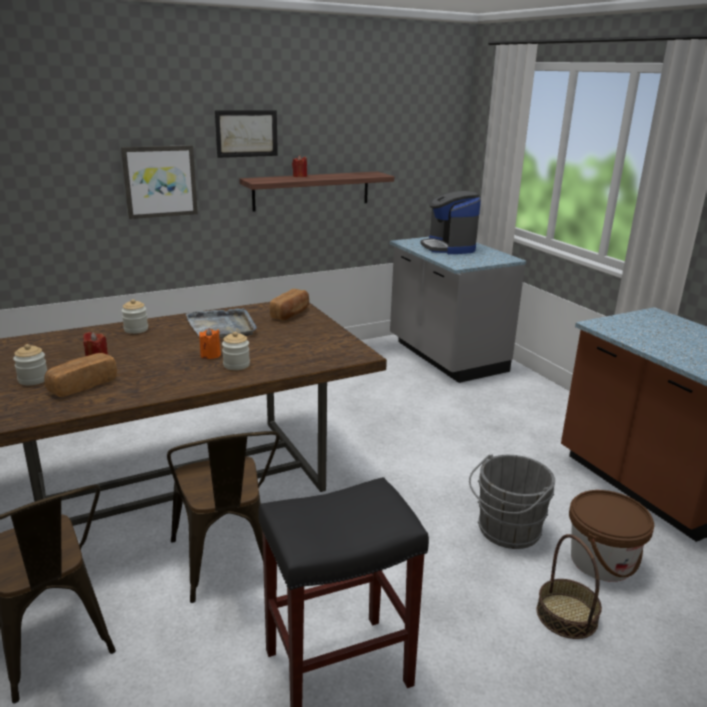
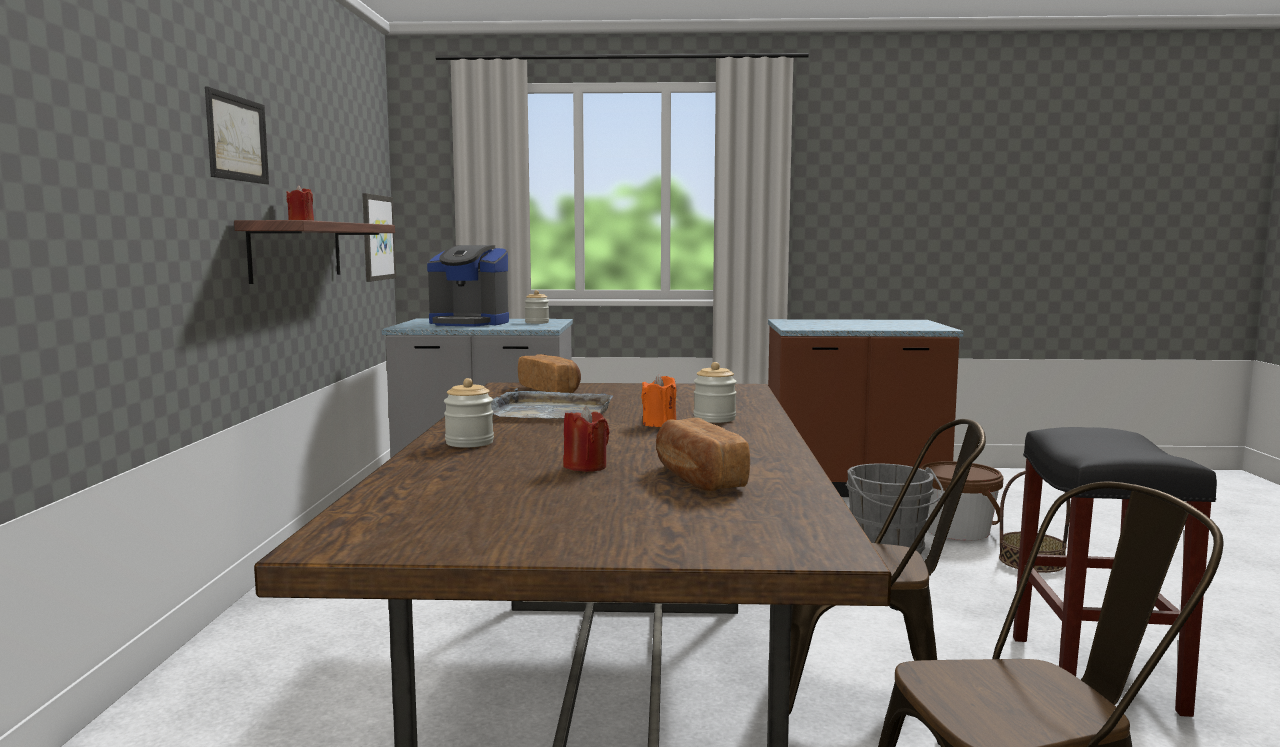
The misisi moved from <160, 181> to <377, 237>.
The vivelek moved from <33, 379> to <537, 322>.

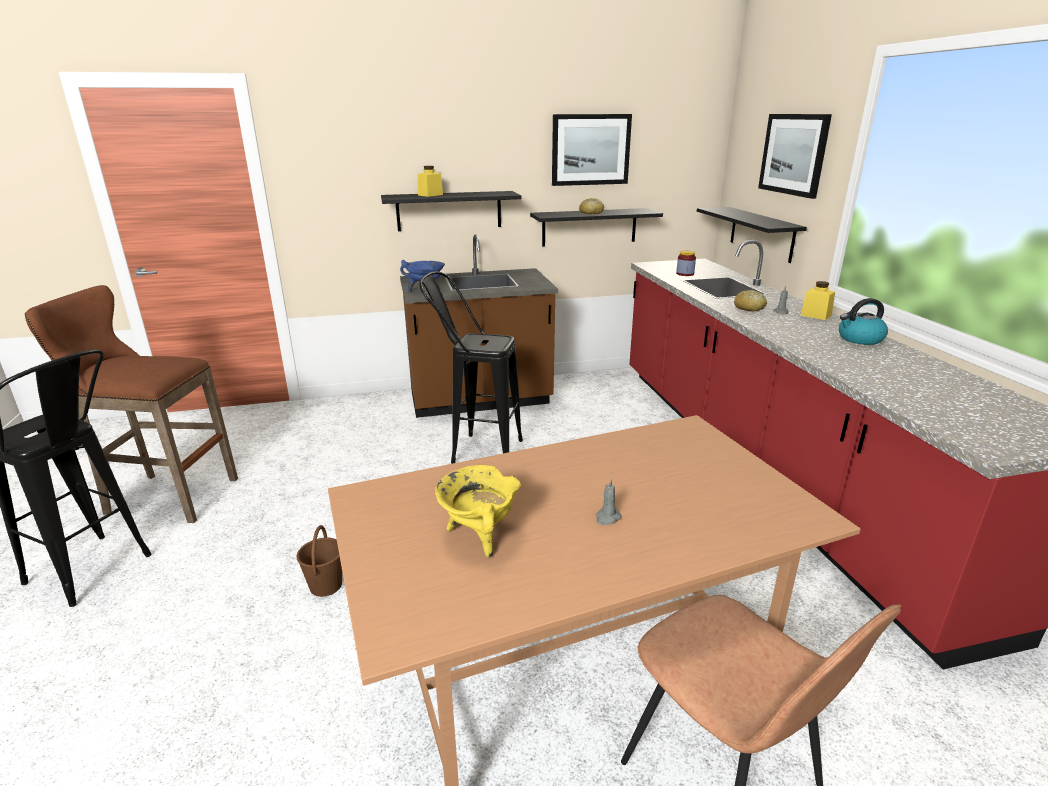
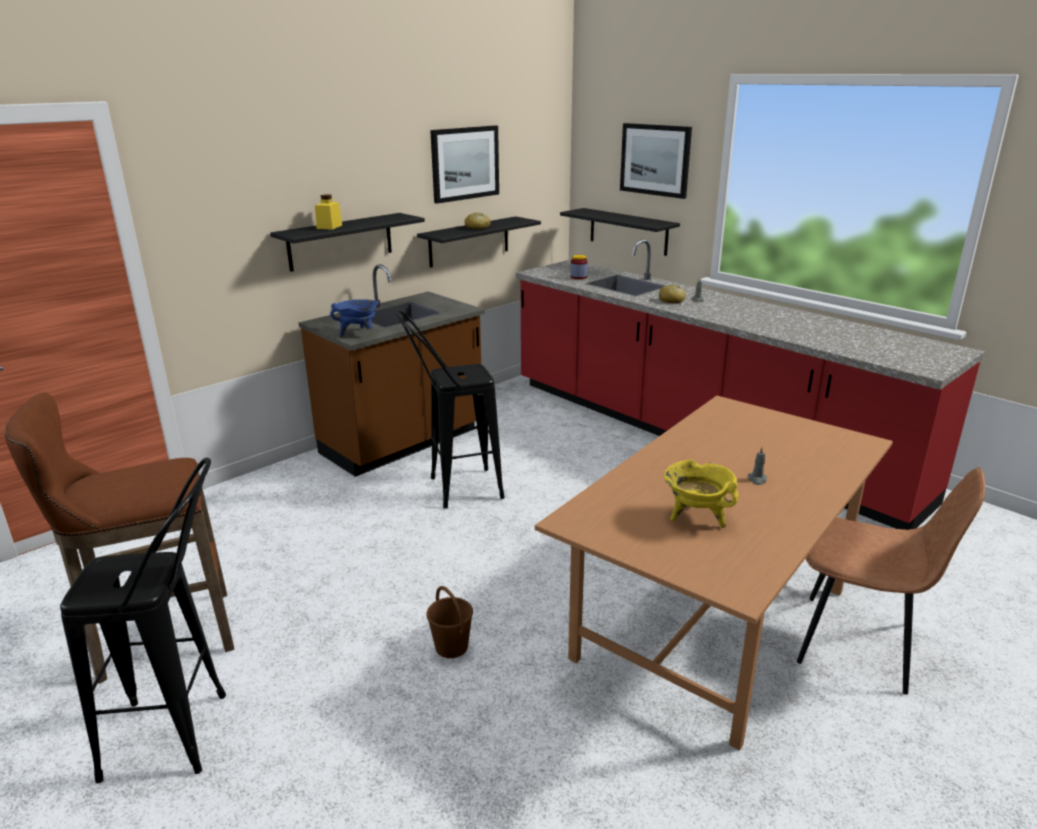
The yellow_vivelek at <816, 315> disappeared.
The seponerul at <859, 339> disappeared.

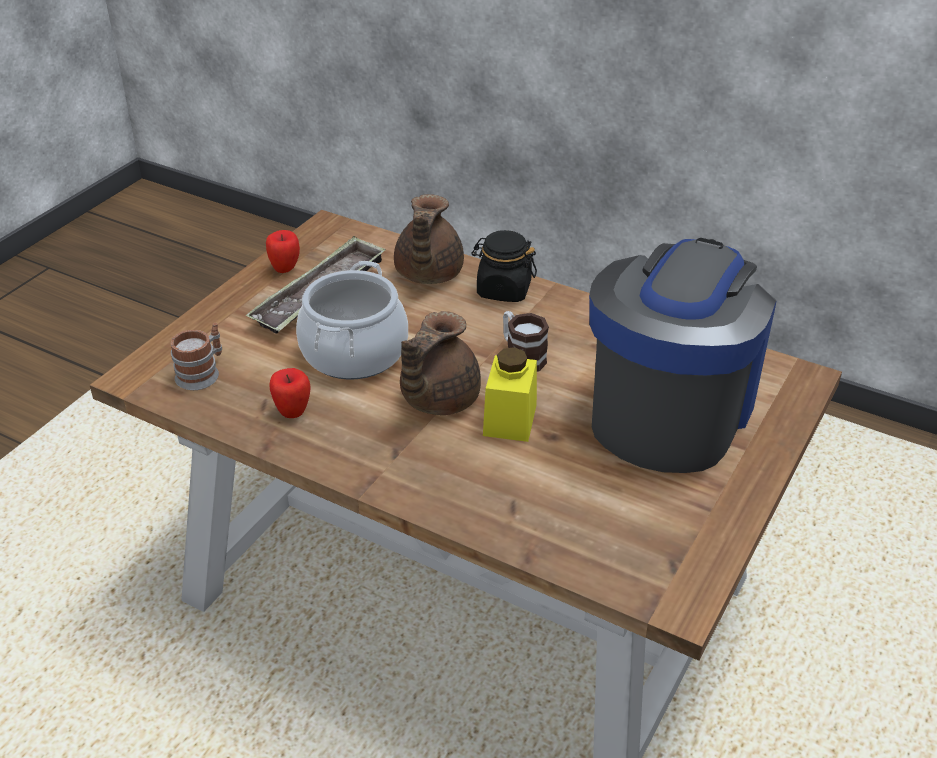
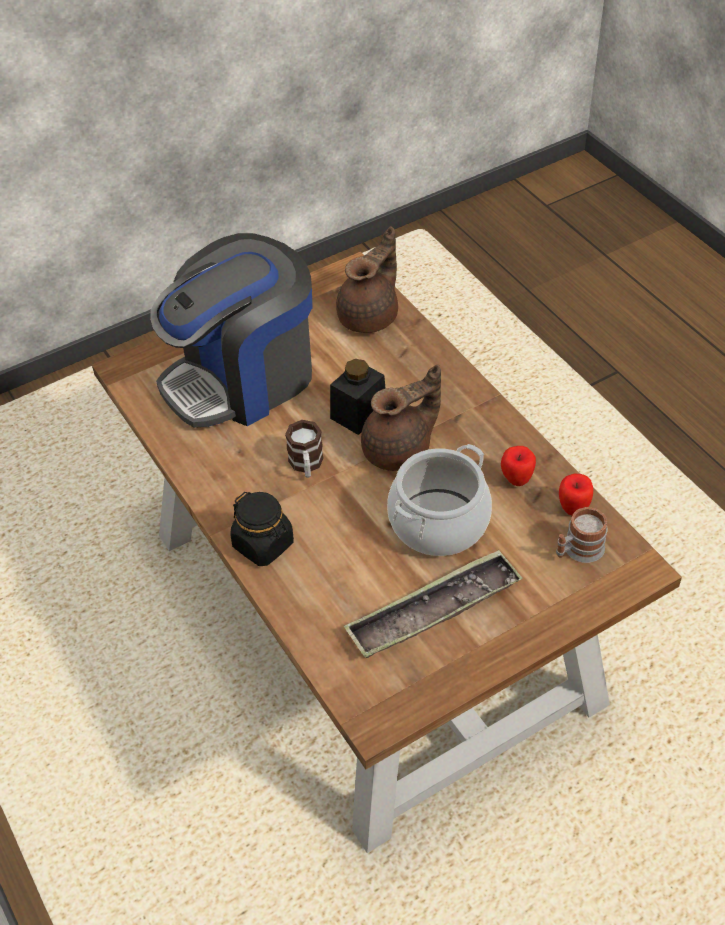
The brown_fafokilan moved from <427, 274> to <370, 316>.
The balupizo moved from <285, 269> to <573, 509>.
The yellow_vivelek at <510, 420> became the black_vivelek at <358, 413>.

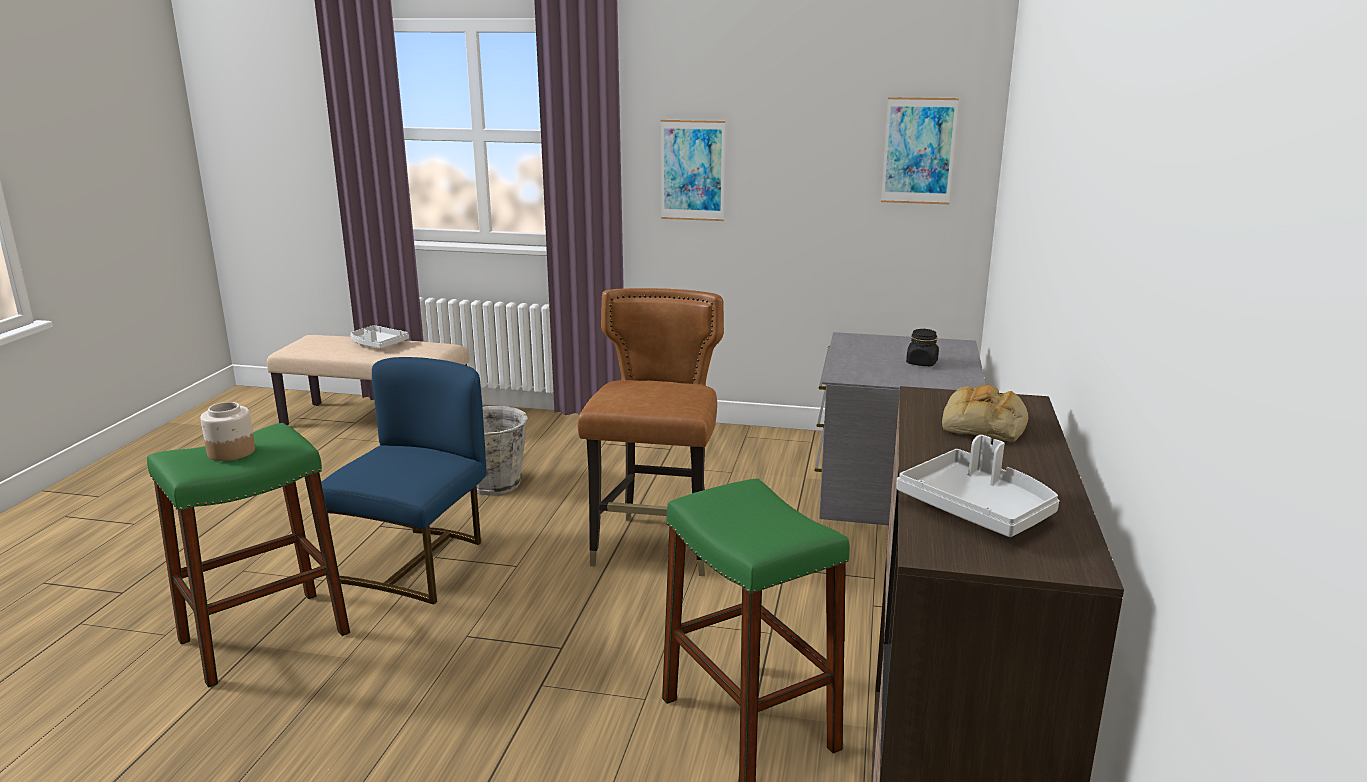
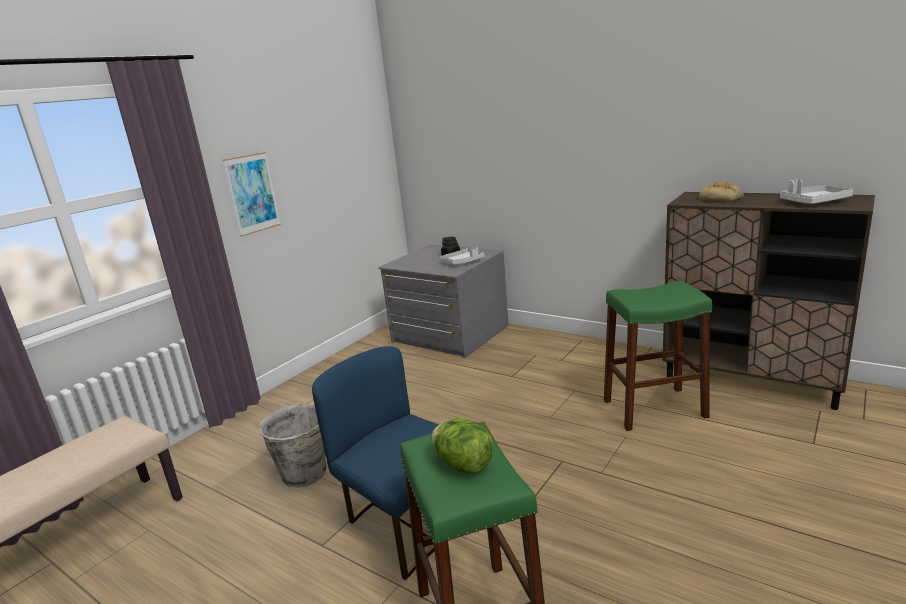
The misisi at <918, 151> disappeared.
The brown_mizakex at <657, 547> disappeared.
The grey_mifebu moved from <378, 344> to <463, 262>.
The vivelek at <230, 452> was replaced by the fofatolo at <464, 465>.

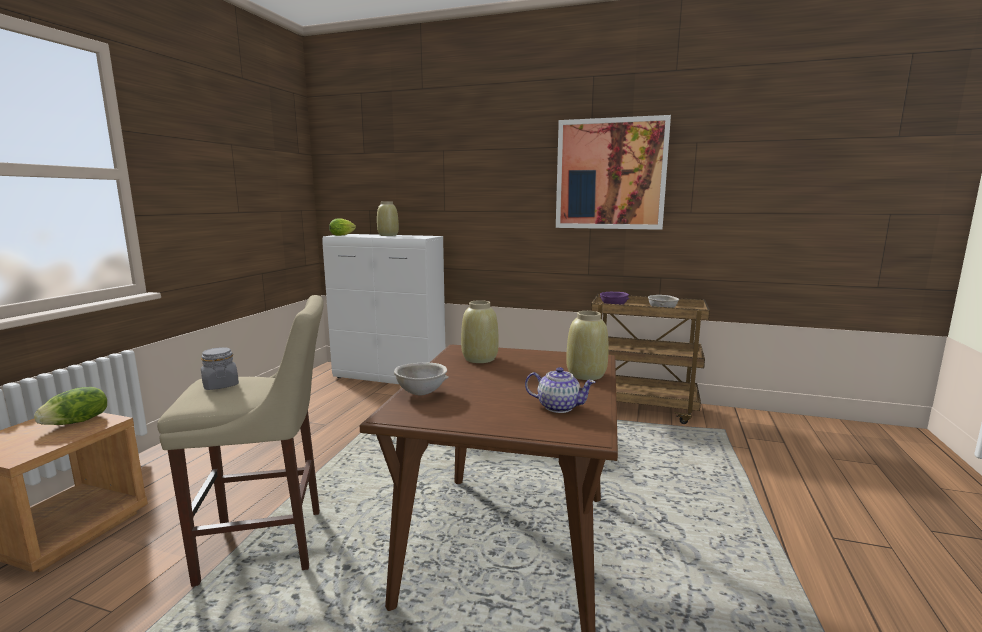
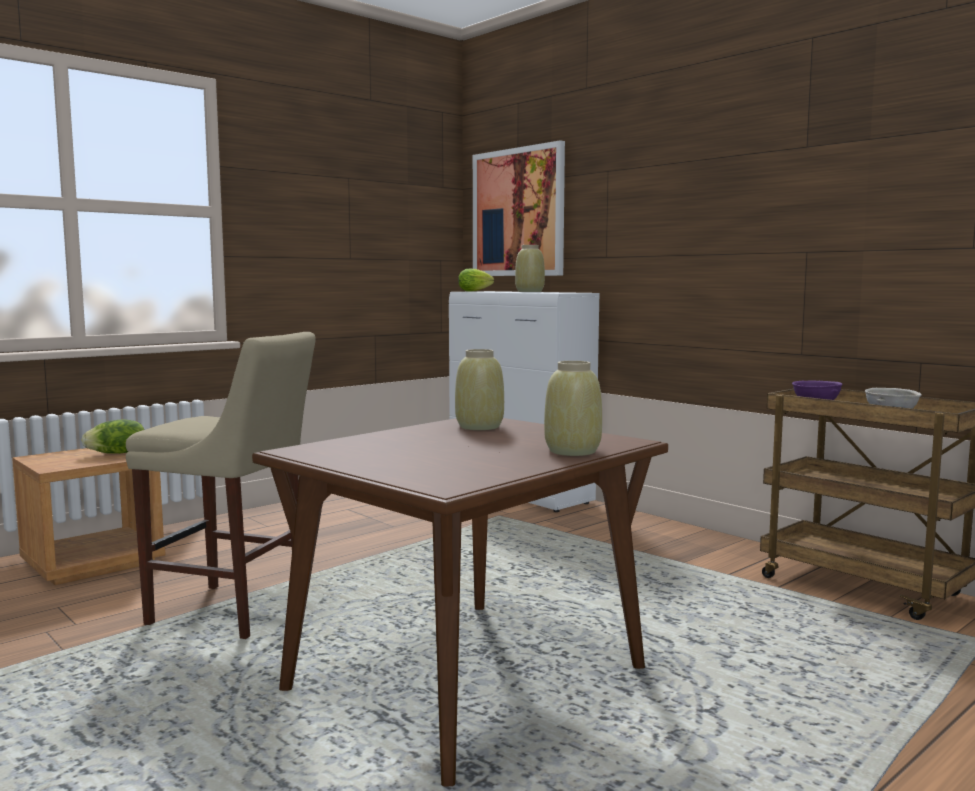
The misisi moved from <610, 174> to <518, 212>.
The grey_vivelek at <220, 385> disappeared.
The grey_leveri at <421, 393> disappeared.
The fafokilan at <558, 407> disappeared.

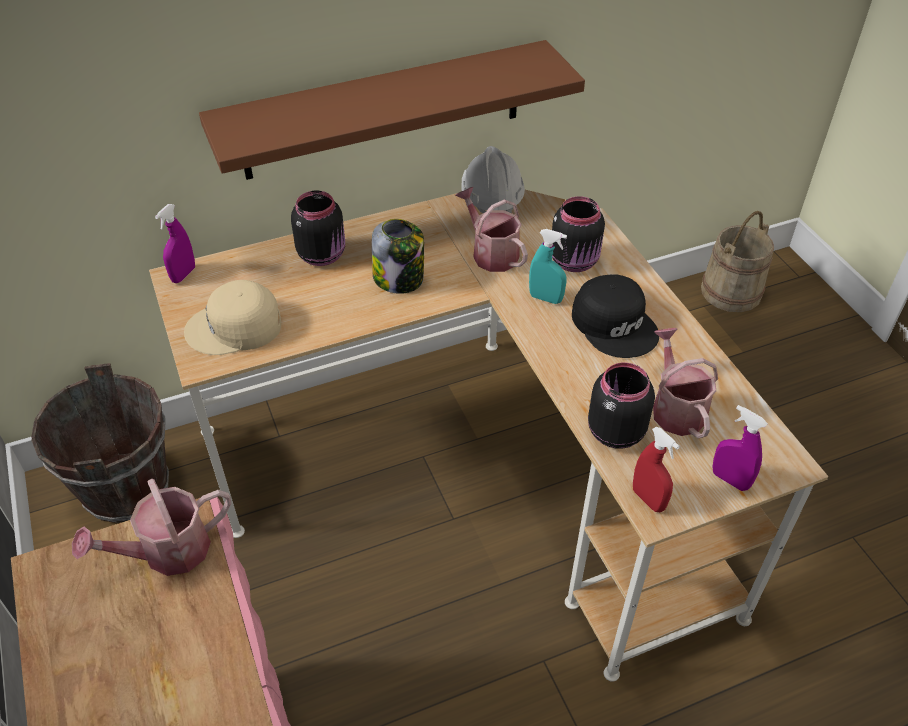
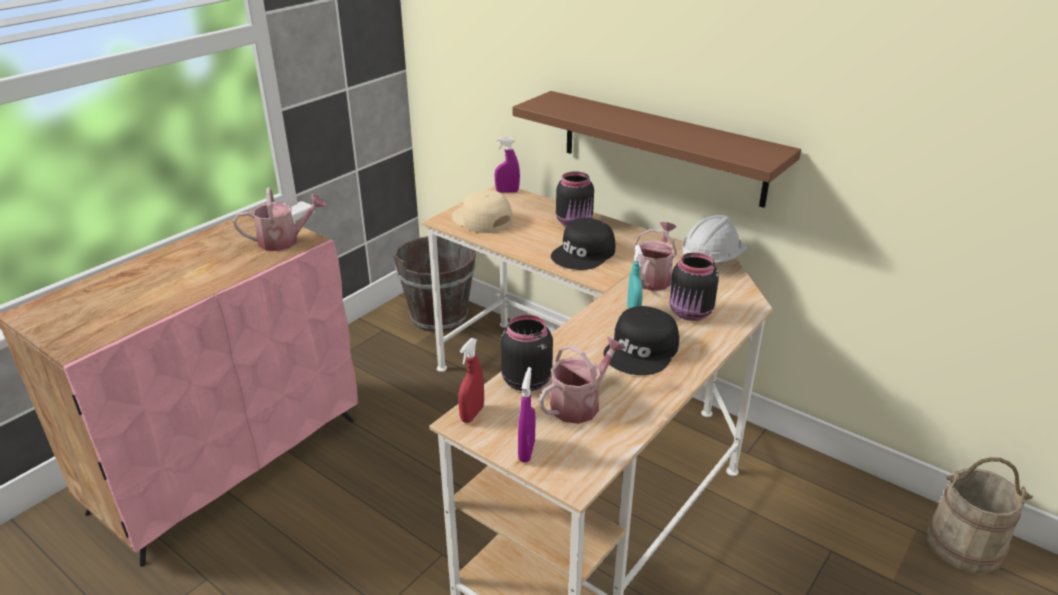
The vivelek at <399, 279> was replaced by the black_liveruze at <584, 253>.
The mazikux at <167, 552> turned 135 degrees clockwise.

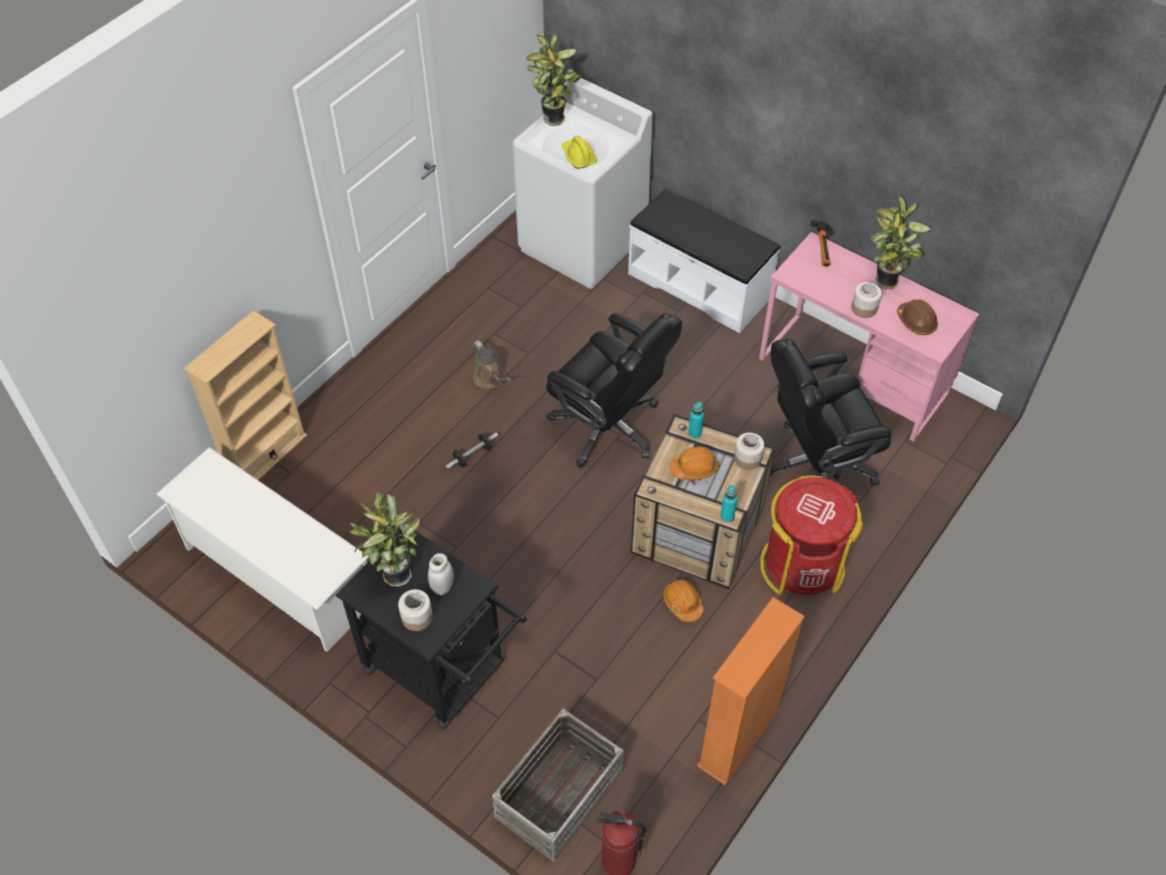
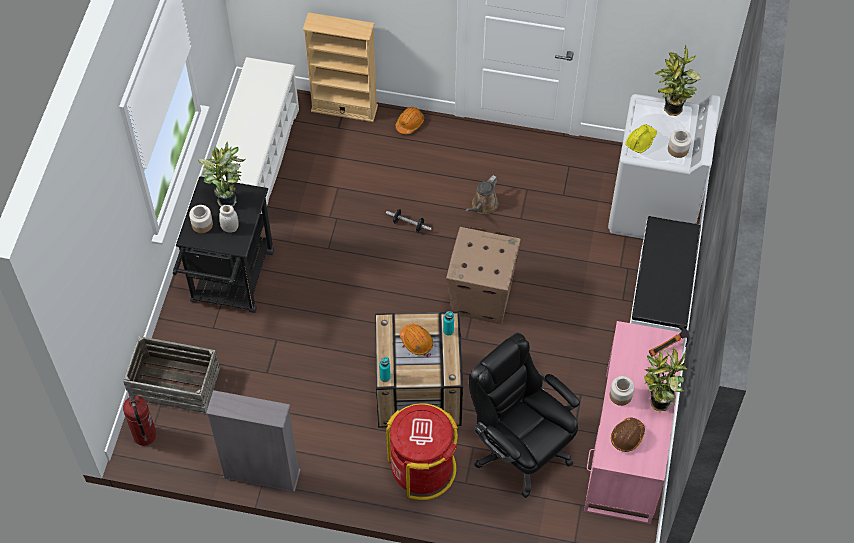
The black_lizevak at <608, 427> was replaced by the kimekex at <480, 297>.
The vivelek moved from <748, 459> to <678, 149>.
The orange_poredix moved from <682, 603> to <409, 123>.
The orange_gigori at <738, 738> became the grey_gigori at <262, 474>.

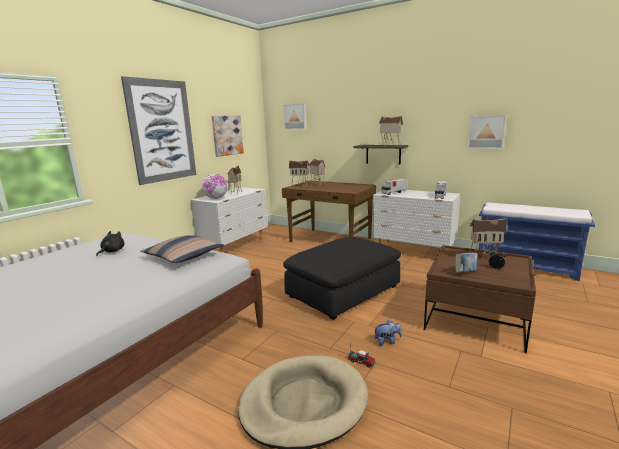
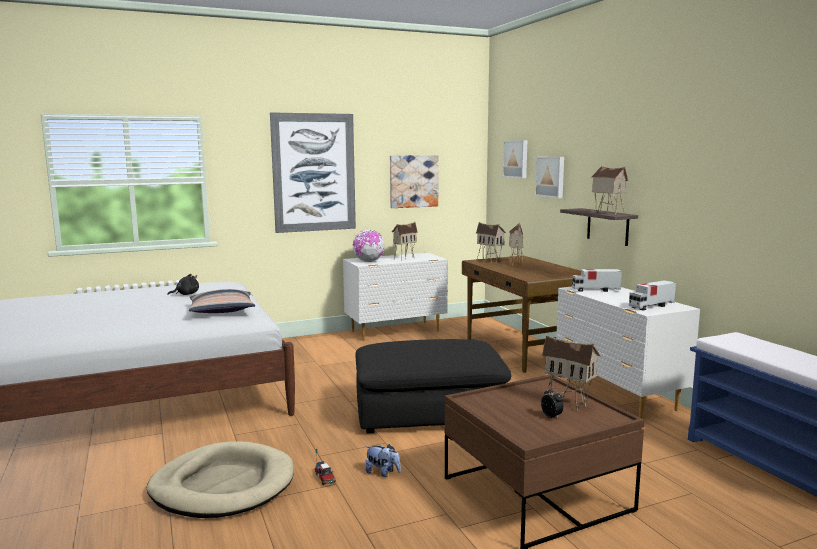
The misisi moved from <486, 132> to <551, 176>.
The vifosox at <465, 272> disappeared.

